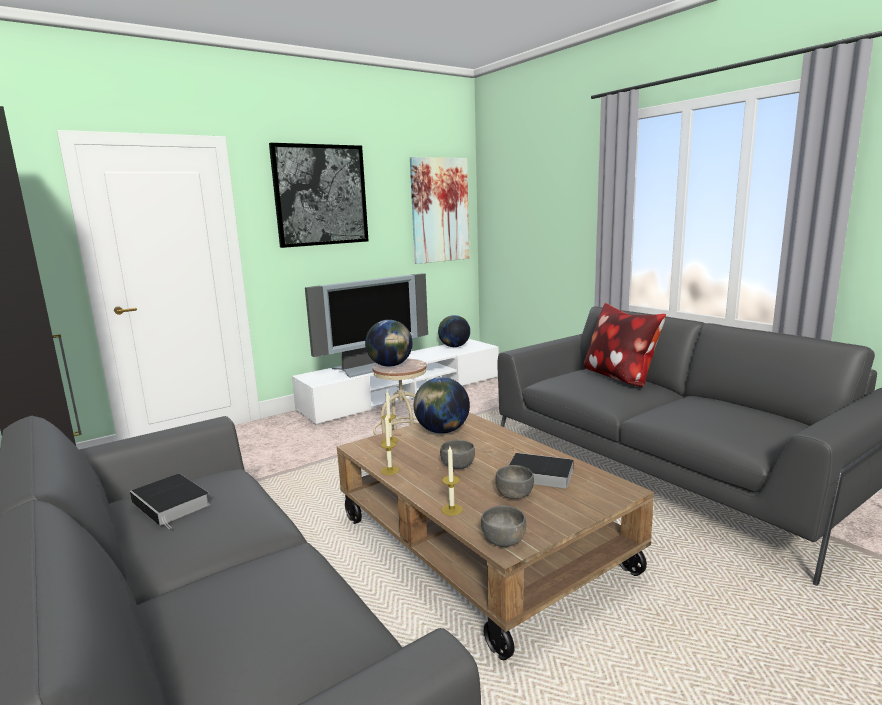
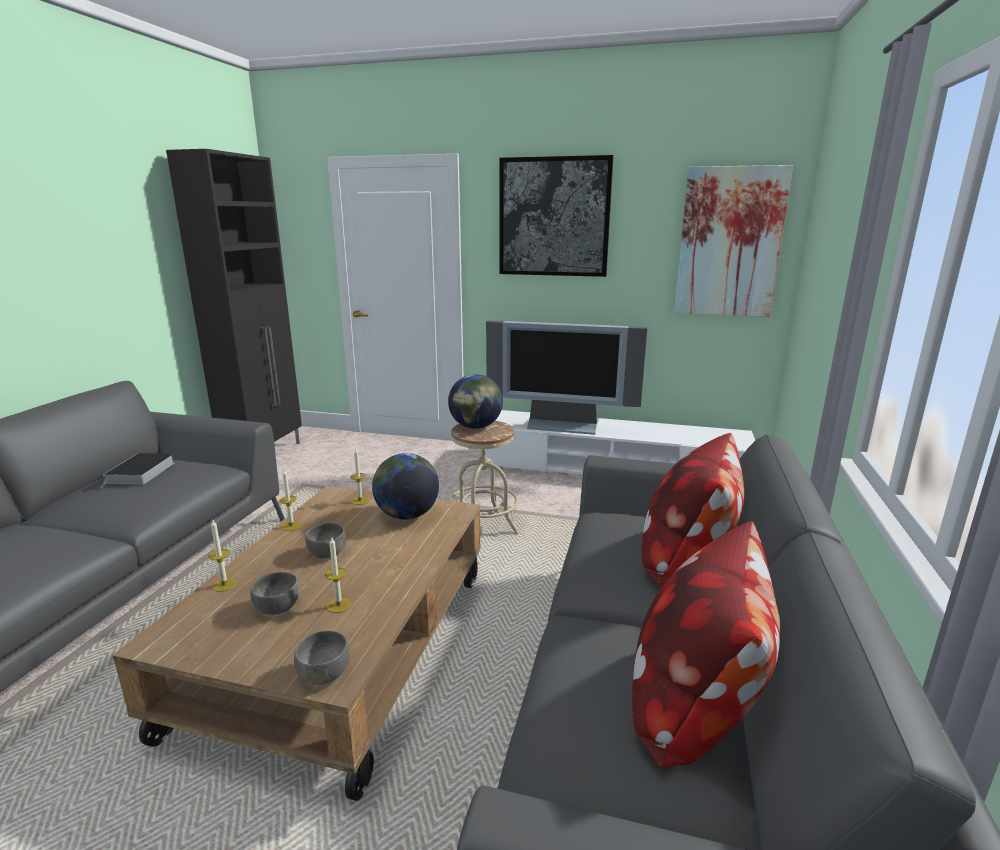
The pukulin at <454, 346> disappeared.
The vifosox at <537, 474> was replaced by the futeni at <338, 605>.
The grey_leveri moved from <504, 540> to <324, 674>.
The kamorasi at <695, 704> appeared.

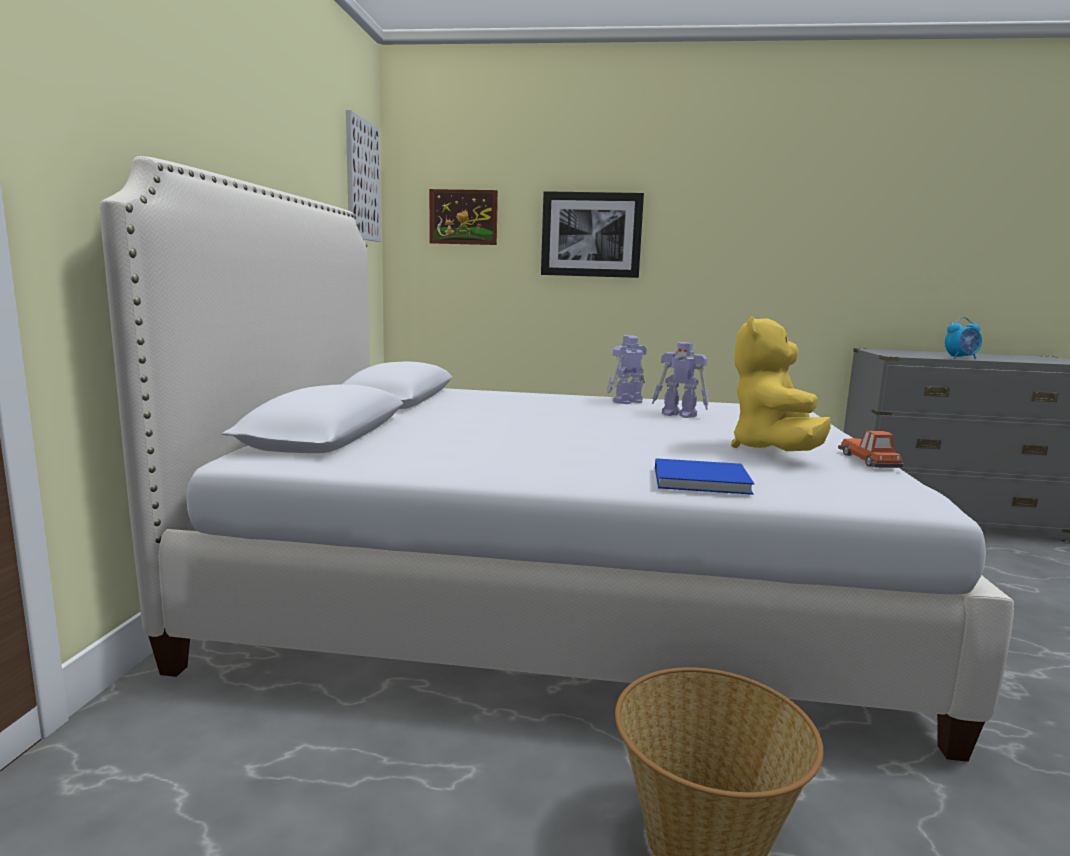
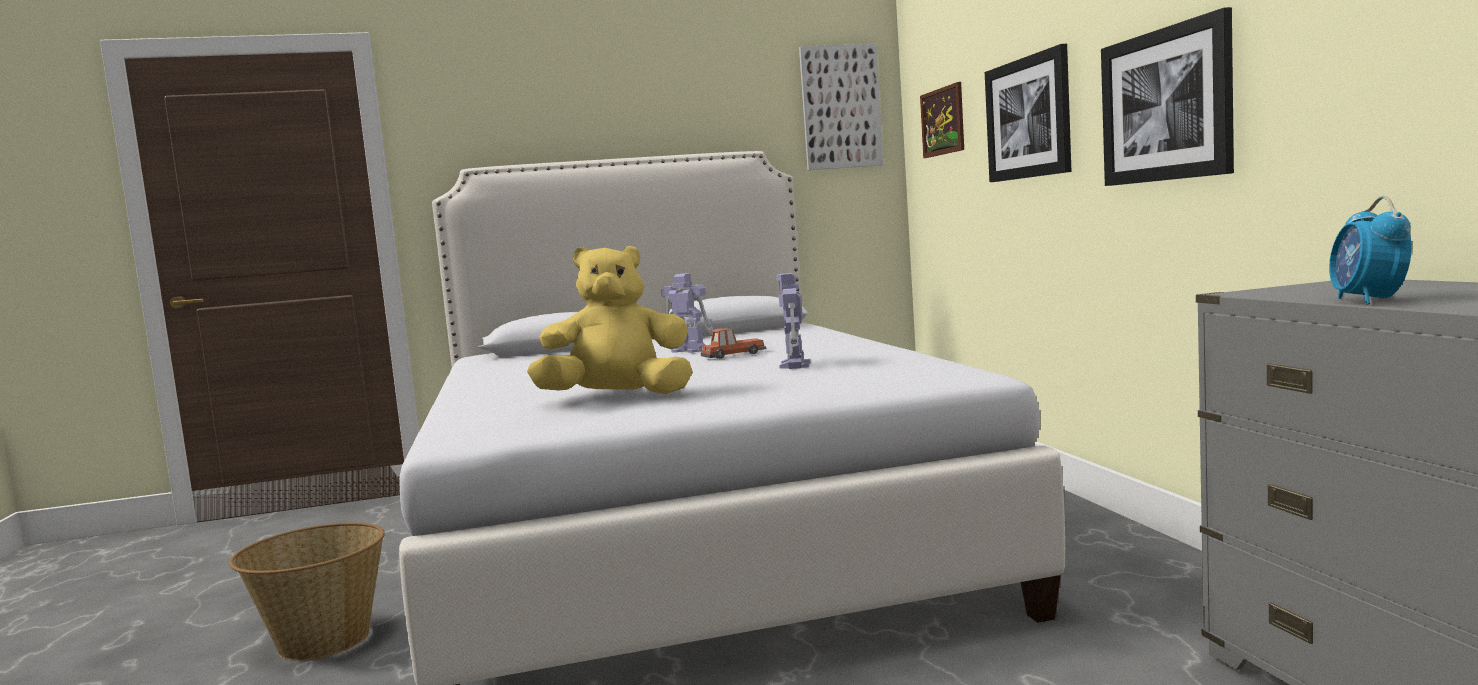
The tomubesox at <961, 358> turned 45 degrees clockwise.
The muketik moved from <626, 401> to <688, 350>.
The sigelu moved from <869, 460> to <733, 355>.
The blue_vifosox at <704, 480> disappeared.
The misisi at <1166, 105> appeared.

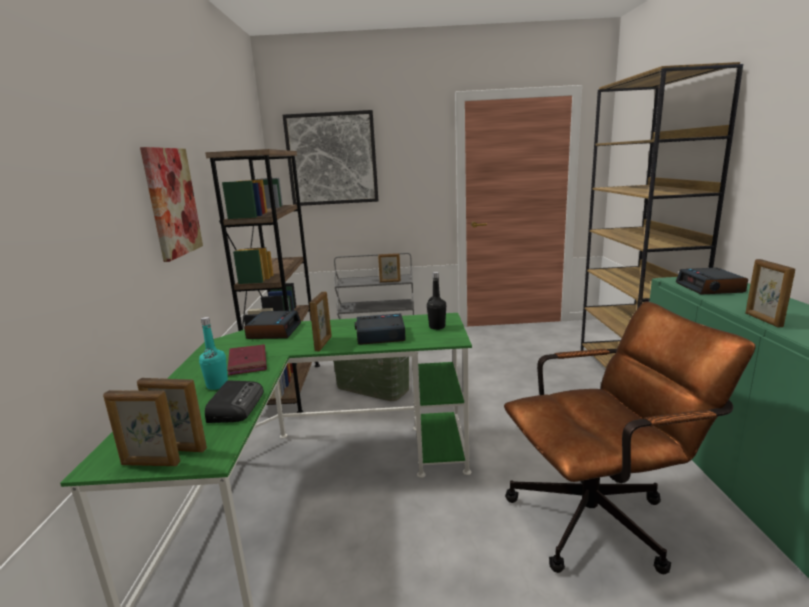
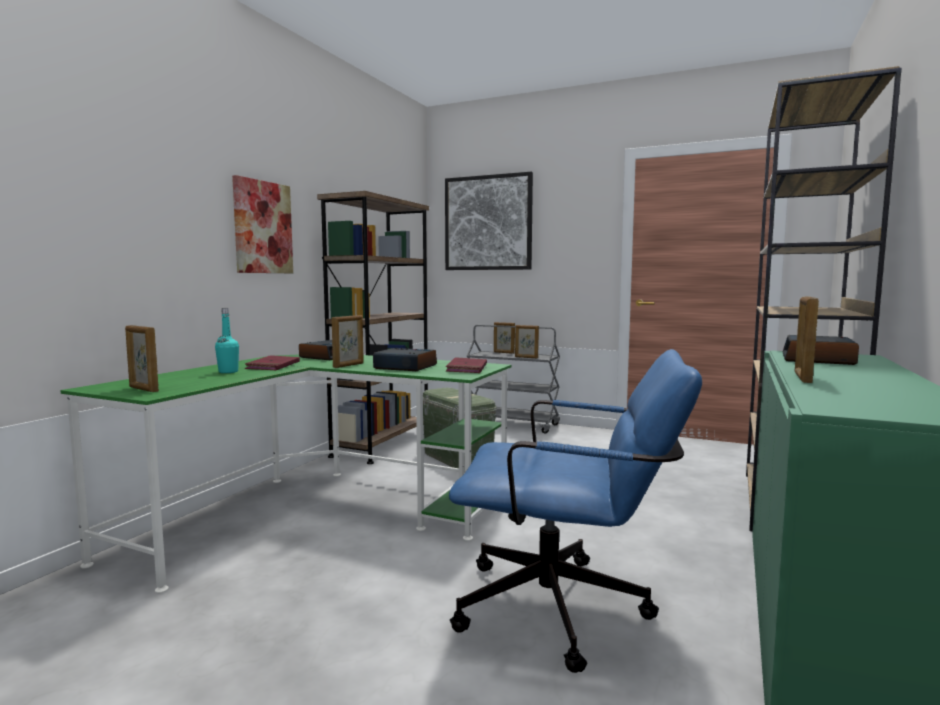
The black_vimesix at <437, 327> was replaced by the red_vifosox at <467, 368>.
The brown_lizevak at <602, 516> became the blue_lizevak at <568, 610>.
The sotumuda at <236, 406> disappeared.
The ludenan moved from <150, 464> to <503, 352>.

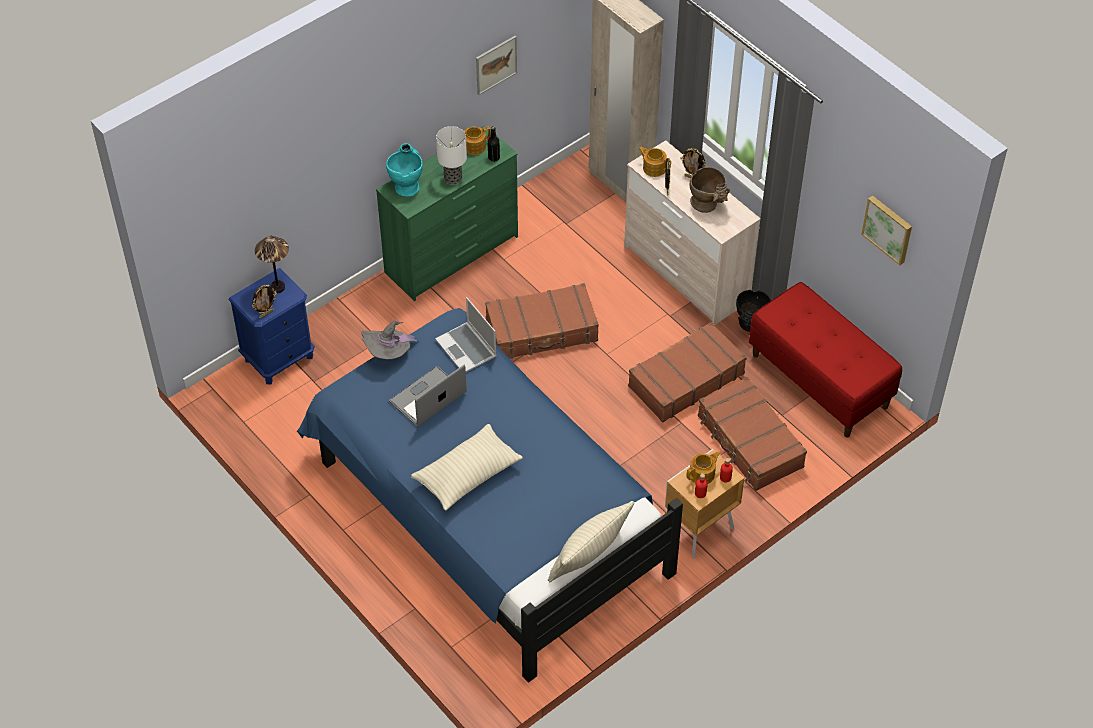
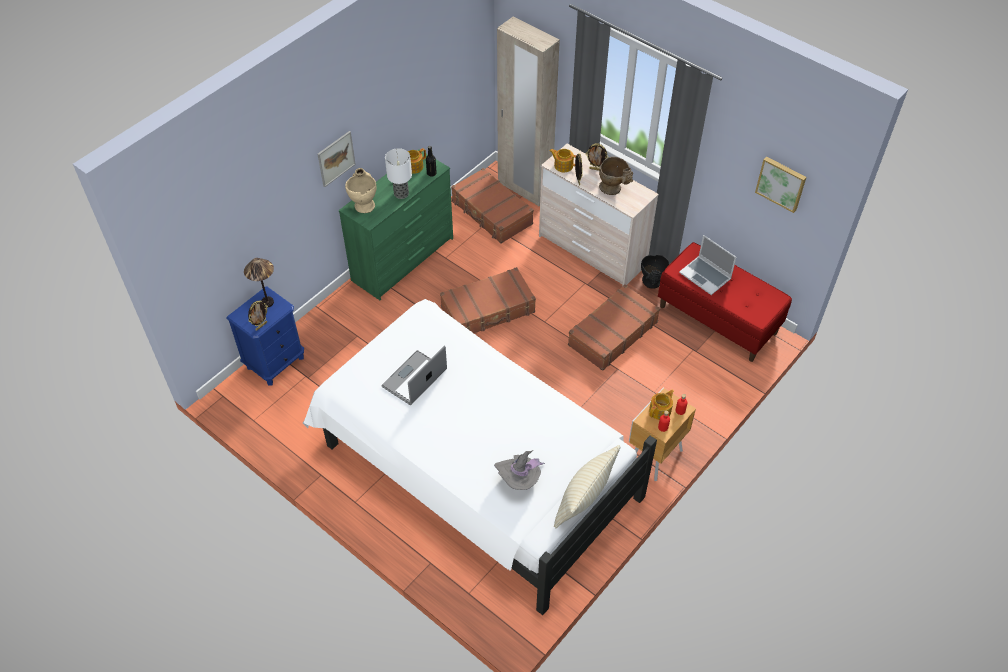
The misisi moved from <496, 64> to <336, 158>.
The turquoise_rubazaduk at <406, 184> became the beige_rubazaduk at <363, 203>.
The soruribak moved from <467, 349> to <706, 276>.
The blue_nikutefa at <486, 508> became the white_nikutefa at <474, 464>.
The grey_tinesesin moved from <388, 353> to <519, 479>.
The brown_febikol moved from <749, 442> to <491, 213>.
The beige_kamorasi at <467, 475> disappeared.

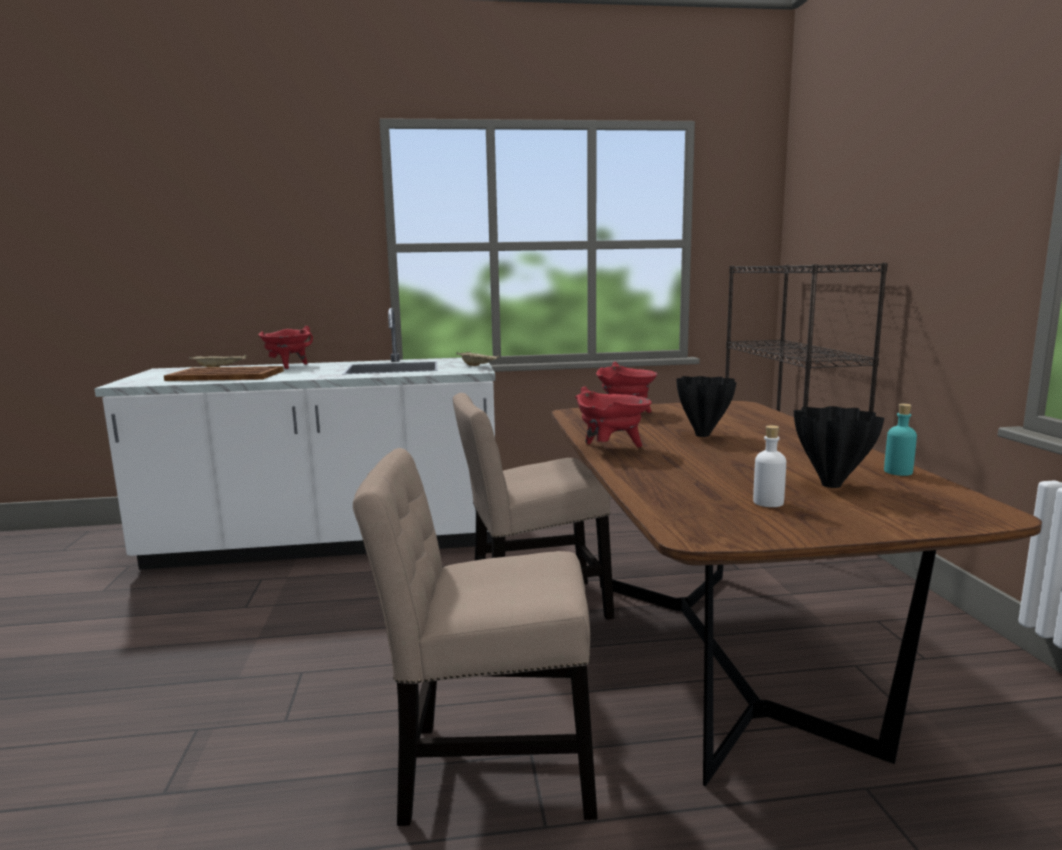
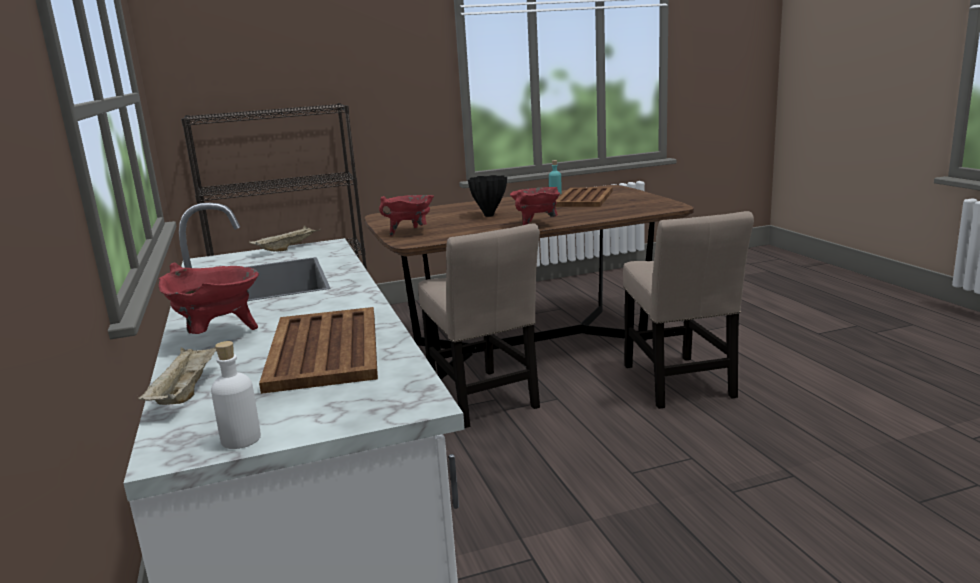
The black_rubazaduk at <832, 484> was replaced by the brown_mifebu at <584, 198>.
The white_vimesix moved from <768, 502> to <241, 439>.

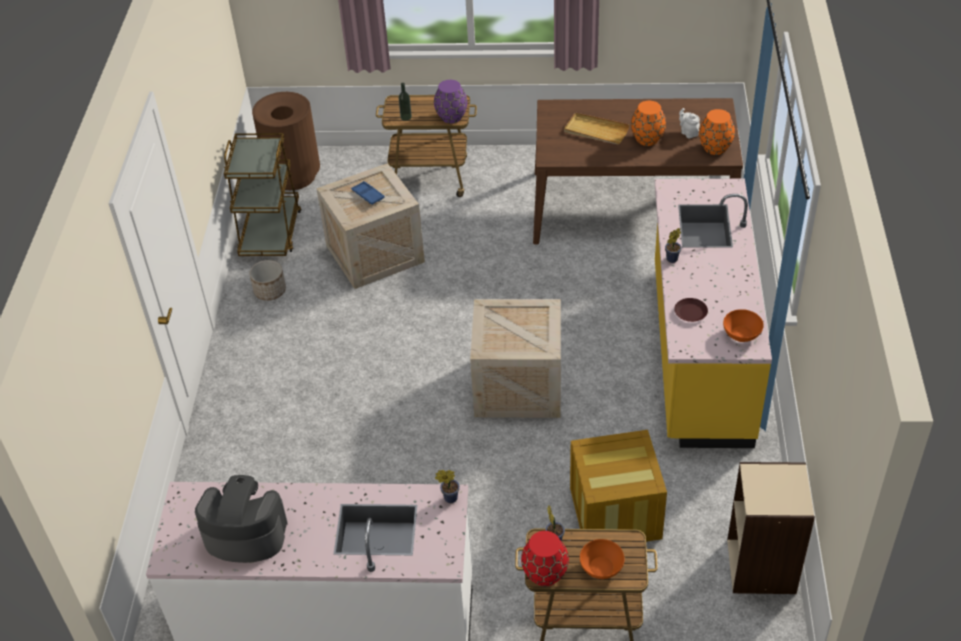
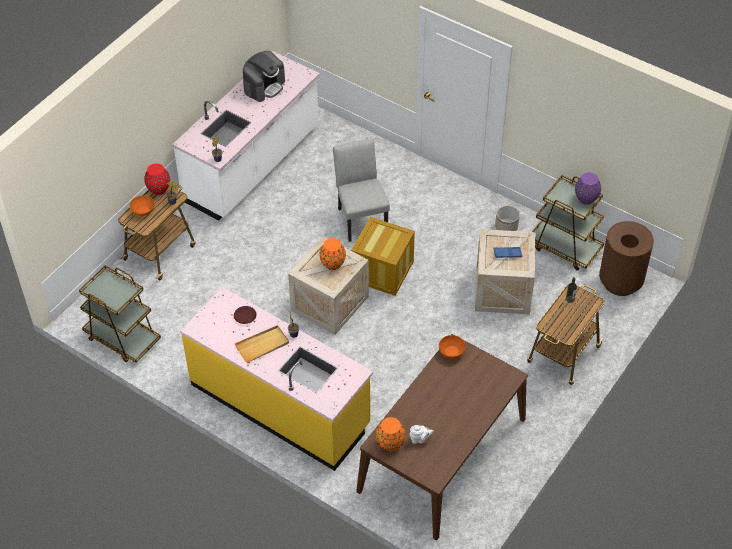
The purple_rubazaduk moved from <452, 117> to <586, 198>.
The orange_rubazaduk moved from <647, 139> to <333, 264>.
The beige_mifebu moved from <596, 131> to <262, 345>.
The orange_leveri moved from <741, 334> to <451, 352>.
The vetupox moved from <615, 513> to <382, 271>.
The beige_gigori at <762, 566> was replaced by the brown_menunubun at <122, 338>.
The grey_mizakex at <361, 217> appeared.

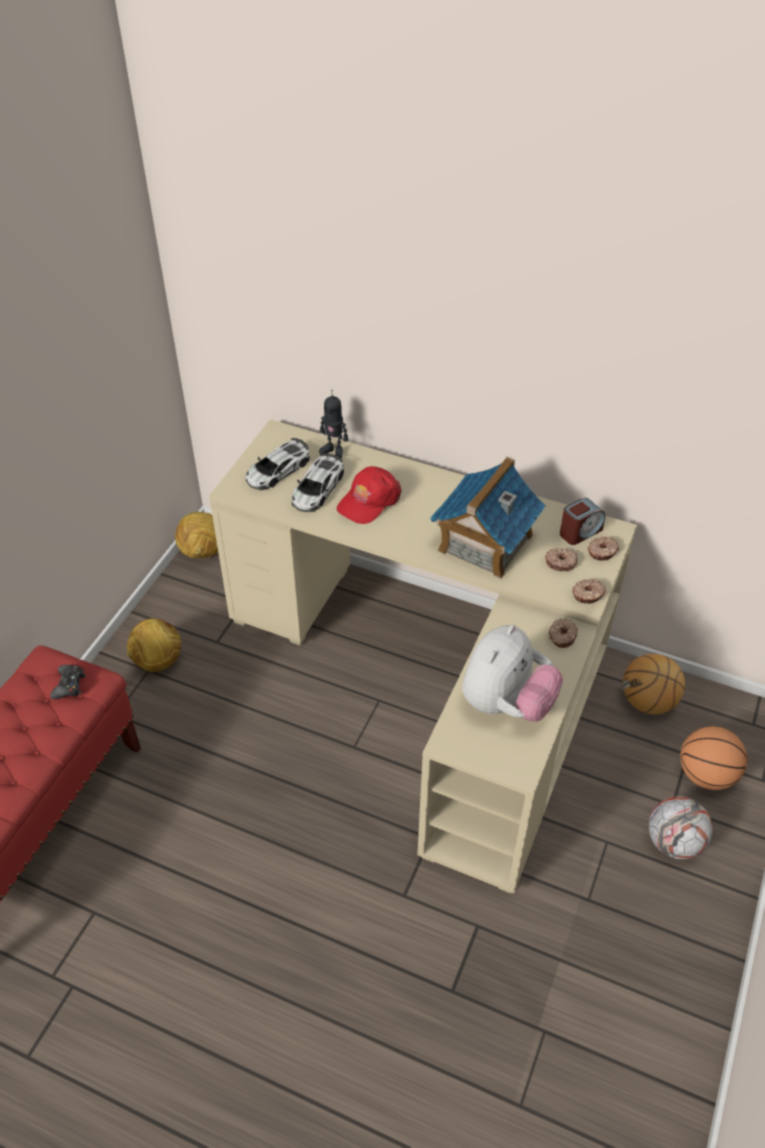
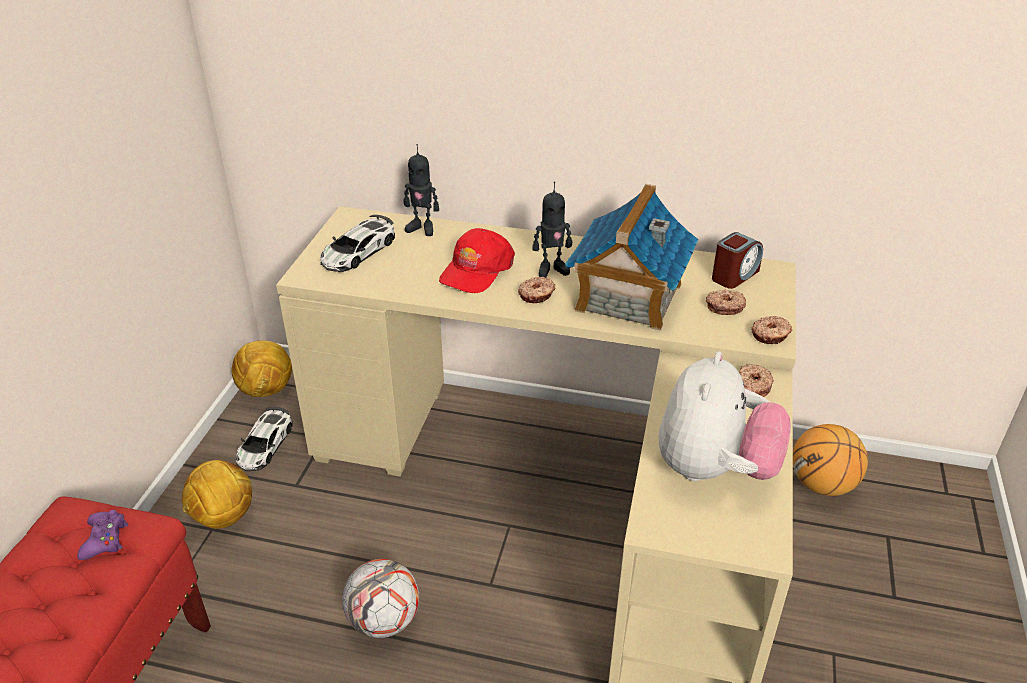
The sigelu moved from <317, 489> to <264, 445>.
The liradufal moved from <603, 552> to <537, 295>.
The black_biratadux at <69, 685> became the purple_biratadux at <105, 539>.
The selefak at <706, 775> disappeared.
The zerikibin moved from <674, 842> to <384, 621>.
The muketik at <552, 269> appeared.

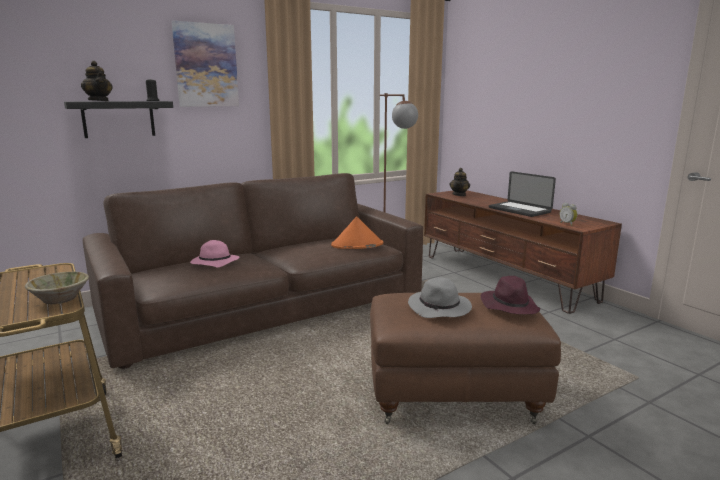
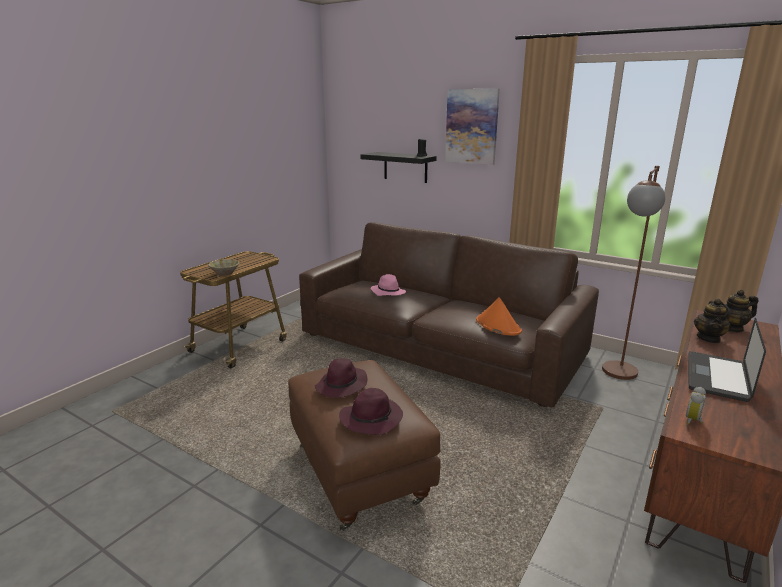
The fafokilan moved from <99, 101> to <709, 338>.
The grey_tinesesin at <440, 308> became the purple_tinesesin at <342, 386>.

